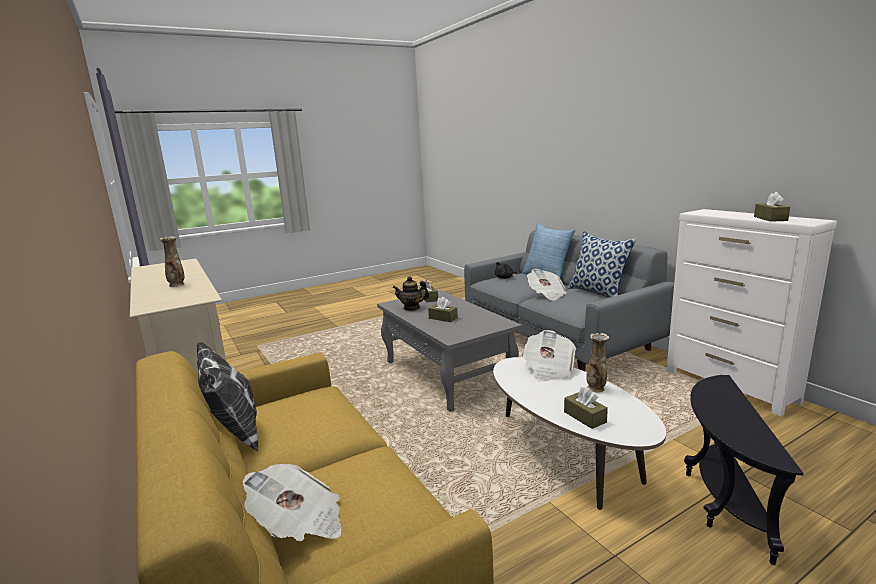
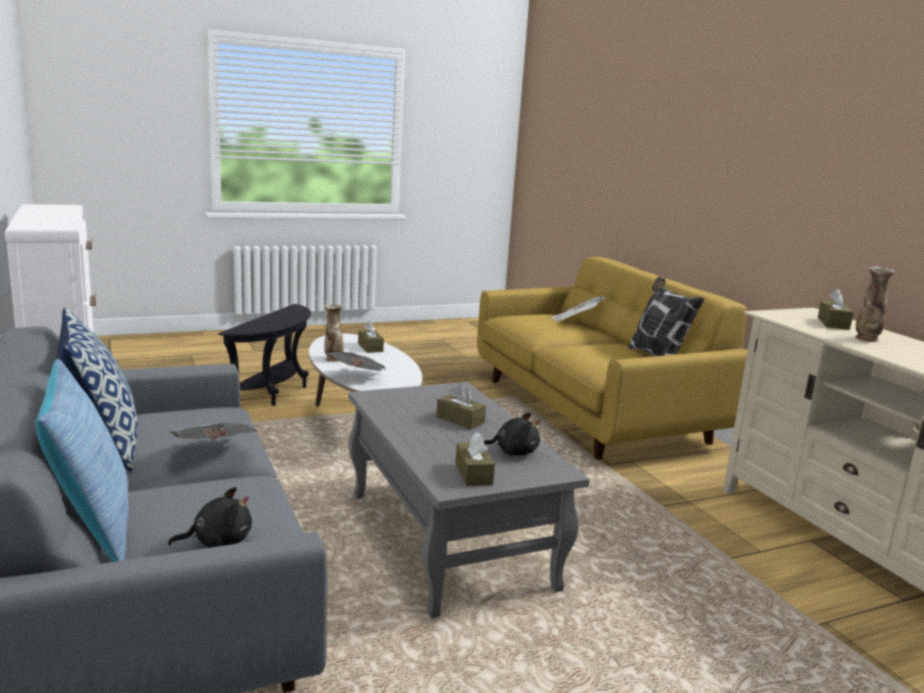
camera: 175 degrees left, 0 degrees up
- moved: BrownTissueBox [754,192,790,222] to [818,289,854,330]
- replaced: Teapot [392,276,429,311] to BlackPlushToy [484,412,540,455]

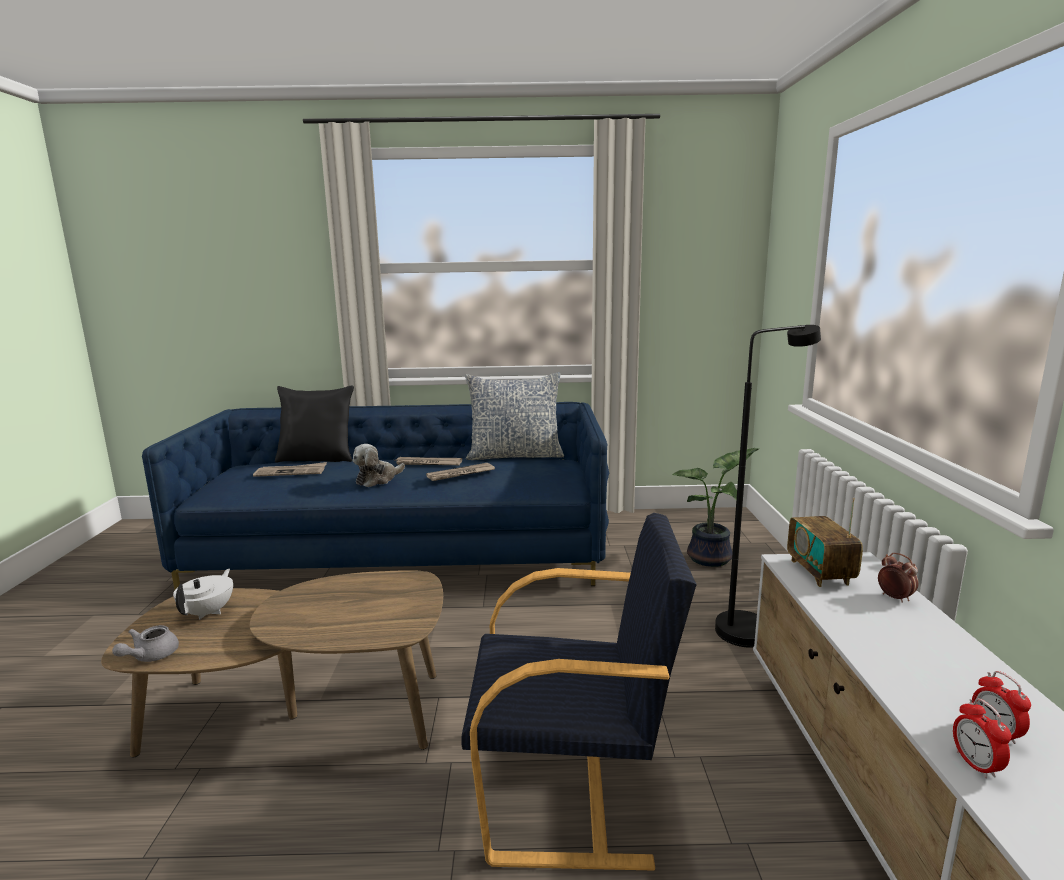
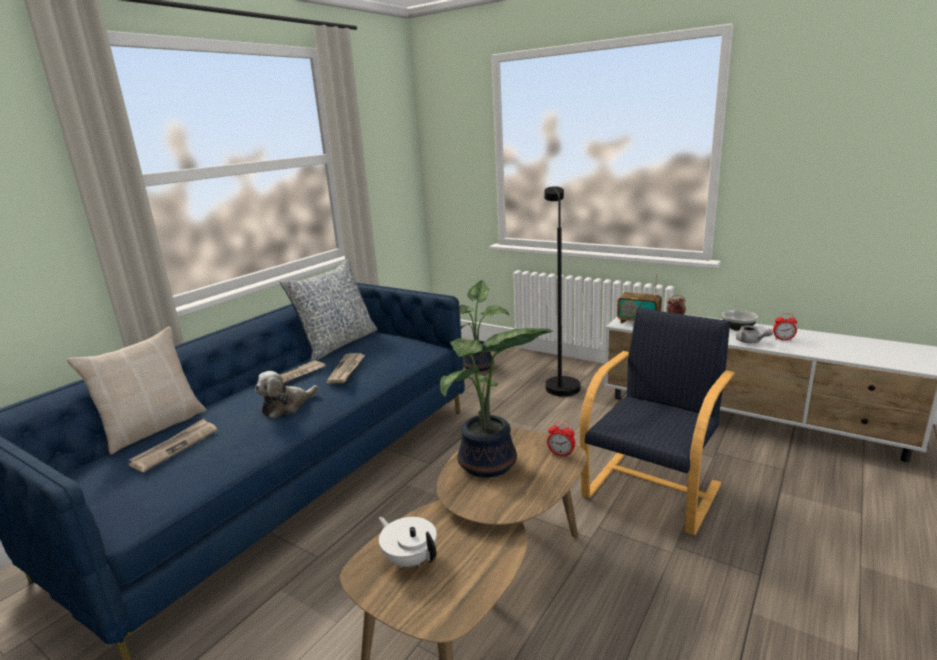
camera: 55 degrees left, 5 degrees up
- added: PottedPlant [440,328,553,478]
- added: Bowl [722,310,758,331]
- moved: GreyTeapot [112,625,179,662] to [736,325,773,343]
- moved: AlarmClock [953,698,1011,779] to [547,422,575,457]
- recoloured: BlackPillow [275,385,354,463] to BeigePillow [67,327,206,454]
- turned: PlushToy [353,444,405,487] = [255,371,318,419] 60 degrees clockwise

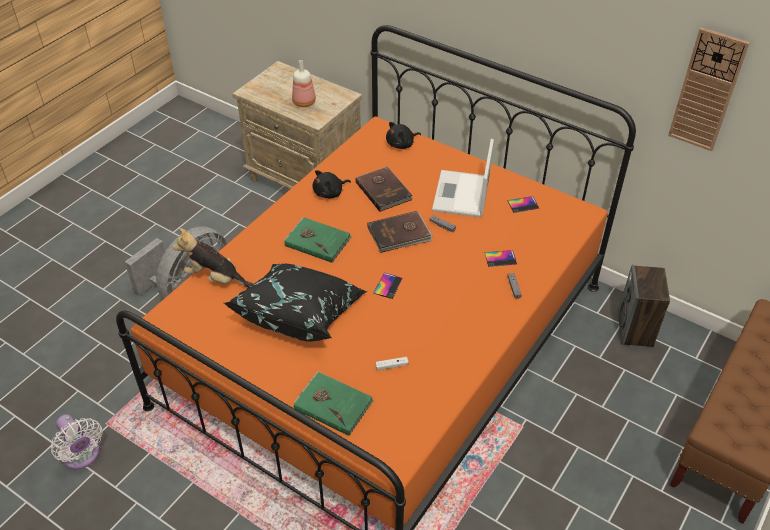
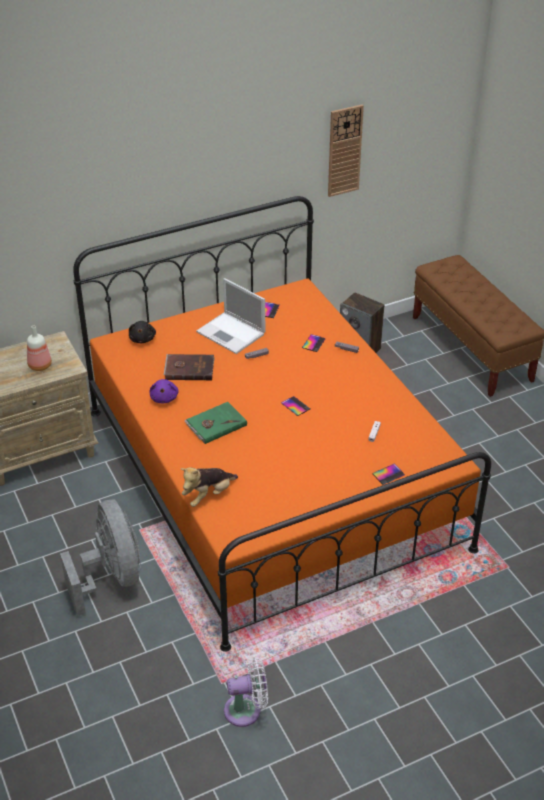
camera: 60 degrees left, 5 degrees down
- removed: BlackPillow [224,263,367,342]
- removed: BrownBook [367,211,433,253]
- replaced: GreenBook [294,371,374,436] to Phone [372,463,405,485]
- recoloured: BlackPlushToy [313,170,351,198] to PurplePlushToy [149,379,179,403]

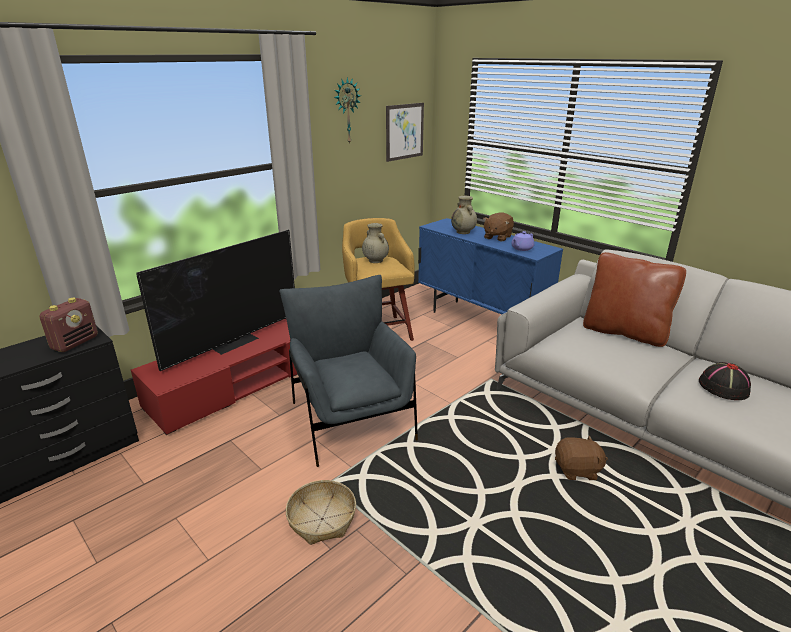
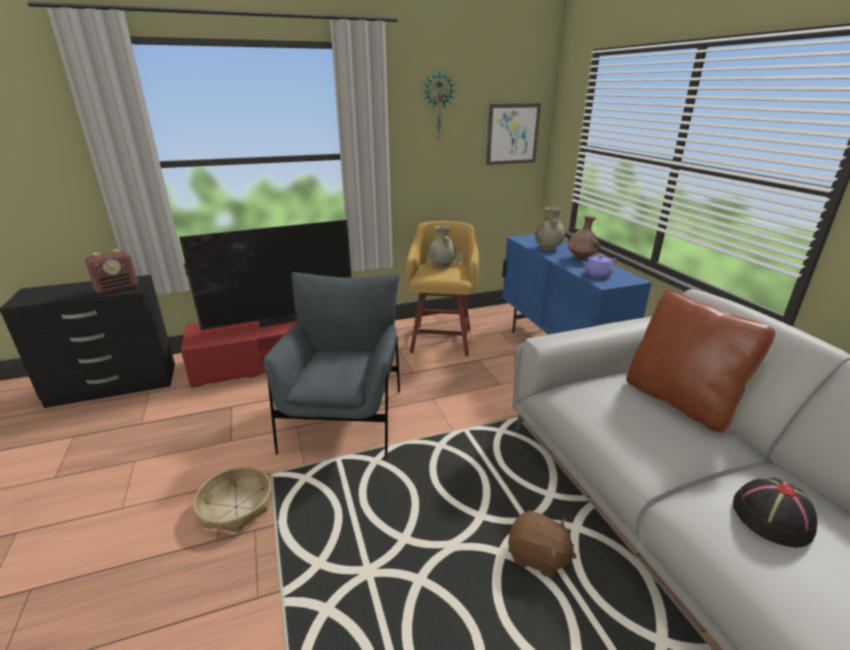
camera: 25 degrees right, 0 degrees up
- replaced: BrownPlushToy [483,212,514,241] to BrownVase [568,216,600,260]

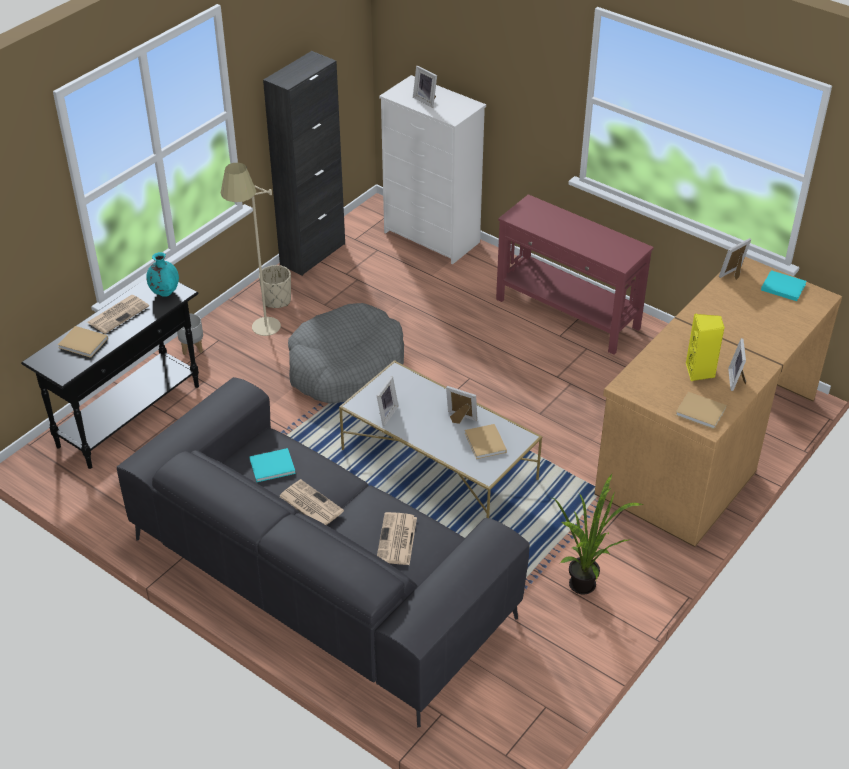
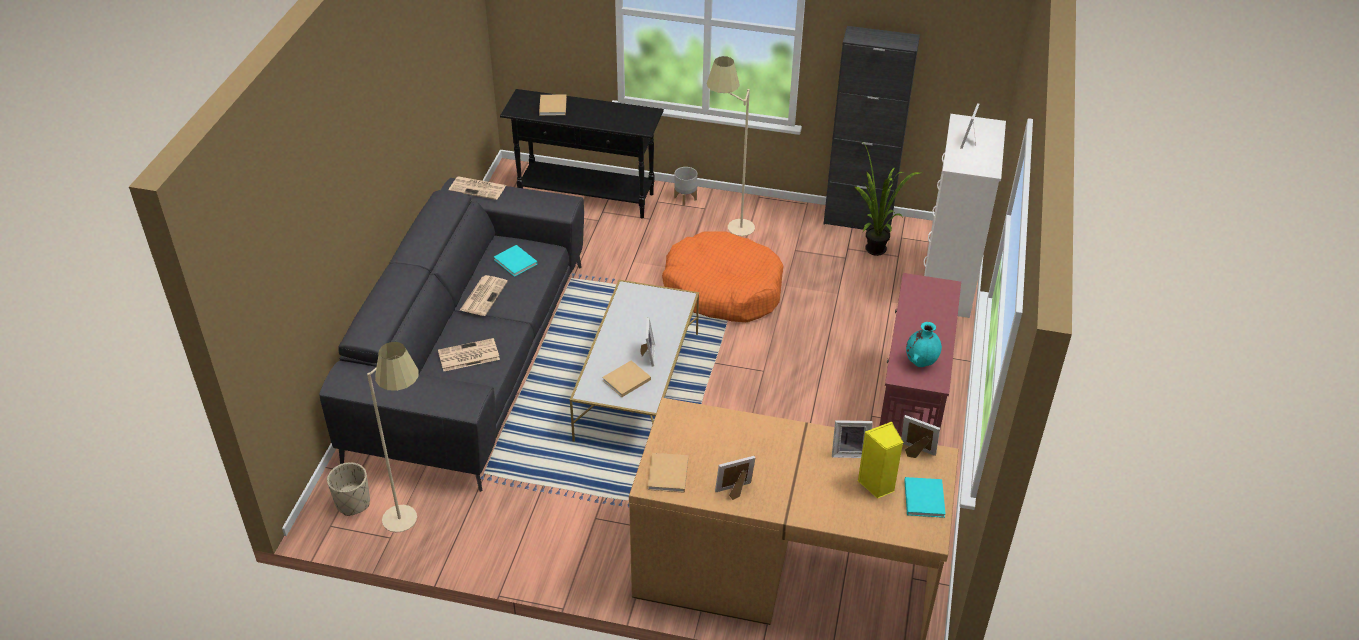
camera: 65 degrees right, 0 degrees up
- added: BeigeFloorLamp [367,342,419,532]
- moved: Newspaper [87,295,149,334] to [449,176,506,200]
- moved: TurquoiseVase [146,252,179,297] to [906,322,942,367]
- moved: BeigePlanter [259,265,291,308] to [327,462,370,516]
- moved: PictureFrame [377,376,399,426] to [832,420,873,458]
- moved: PottedPlant [553,474,644,595] to [855,144,922,256]
- moved: YellowSpeaker [686,313,725,381] to [857,422,904,499]
- recoloured: GreyDogBed [288,303,404,403] to OrangeDogBed [662,231,784,322]

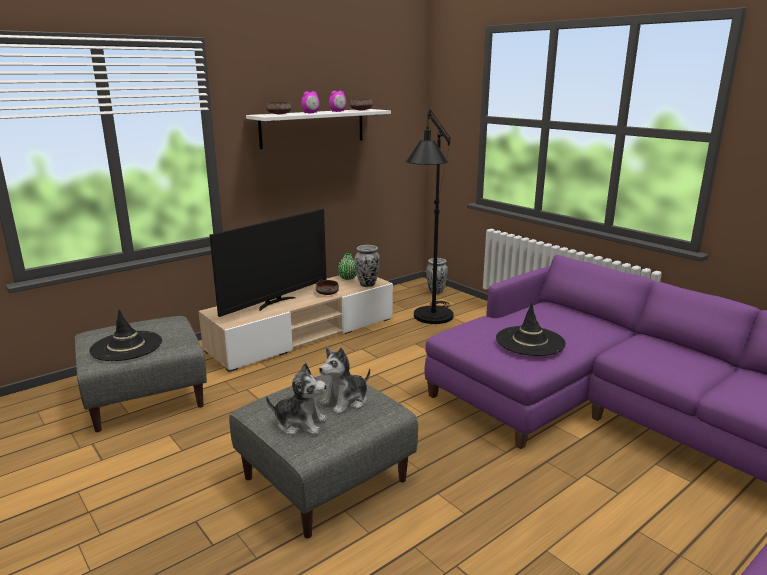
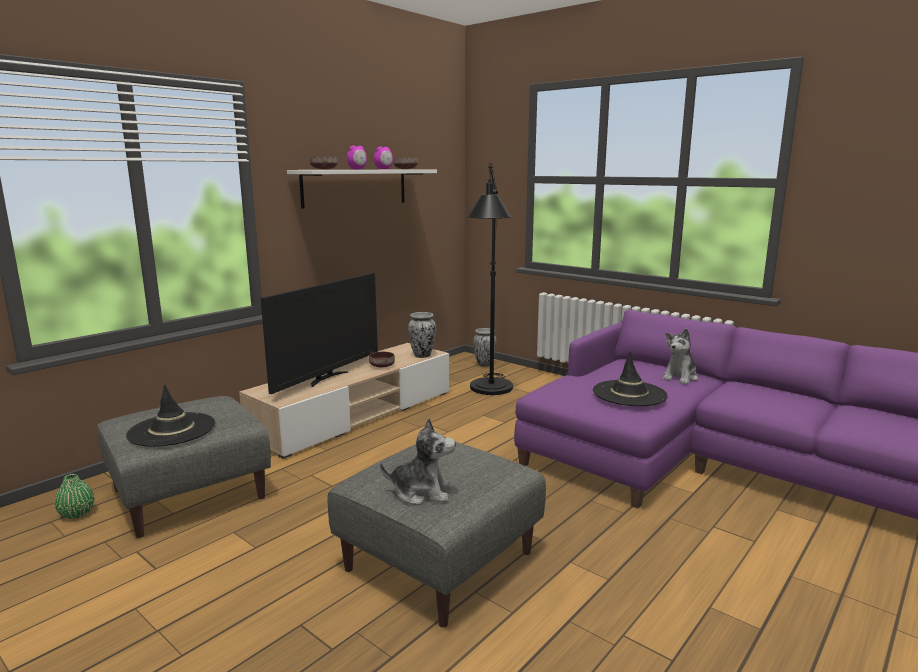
camera: 10 degrees left, 5 degrees down
- moved: PlushToy [319,347,370,415] to [663,329,698,384]
- moved: GreenVase [338,253,357,280] to [55,474,94,519]

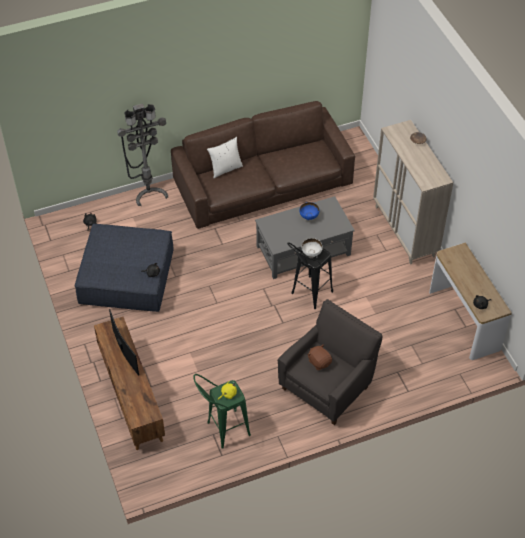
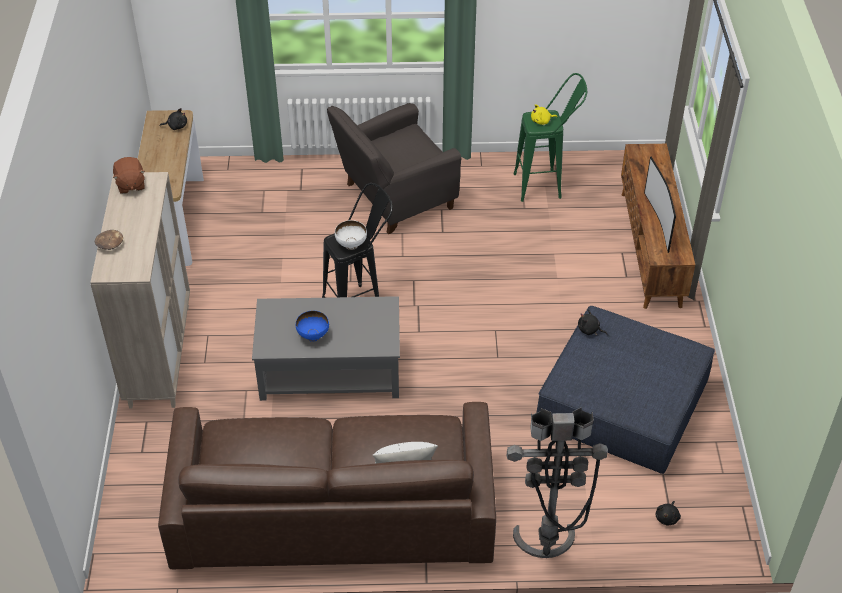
camera: 160 degrees left, 5 degrees down
- moved: BrownPlushToy [308,344,332,370] to [113,157,145,194]

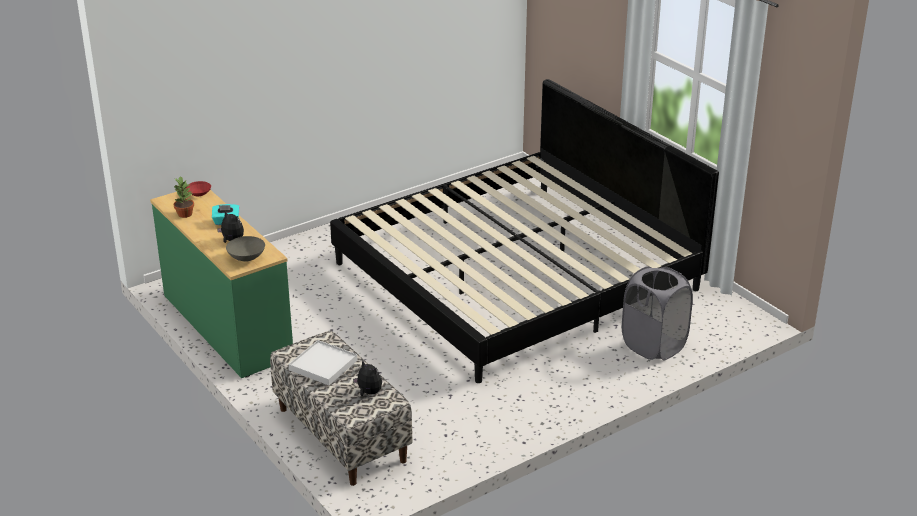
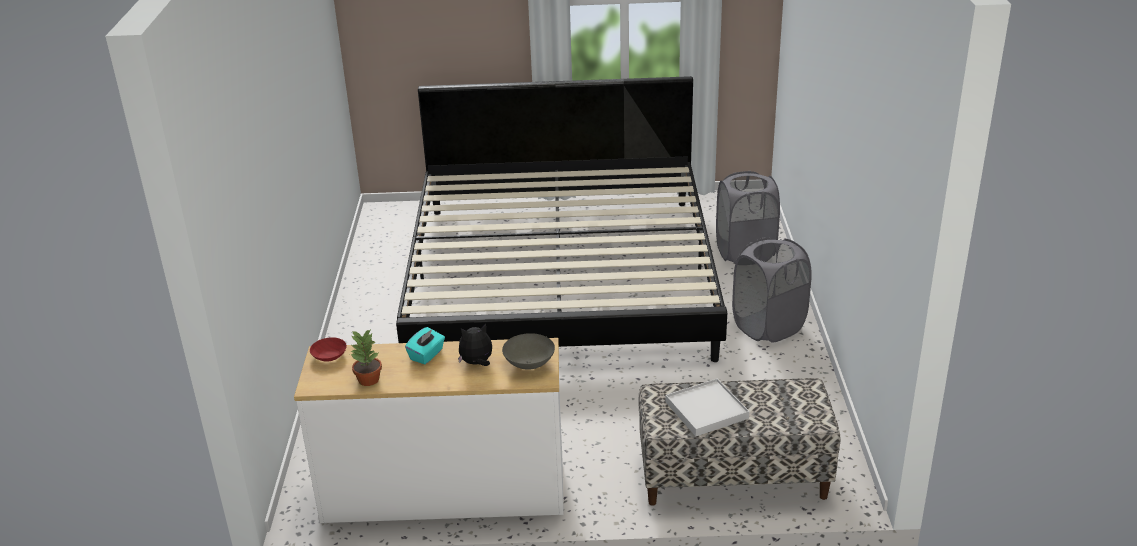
camera: 55 degrees left, 0 degrees up
- removed: PlushToy [353,360,382,396]
- added: GreyLaundryBasket [732,237,812,343]
- recoloured: GreenDresser [150,190,293,378] to WhiteDresser [294,338,564,523]

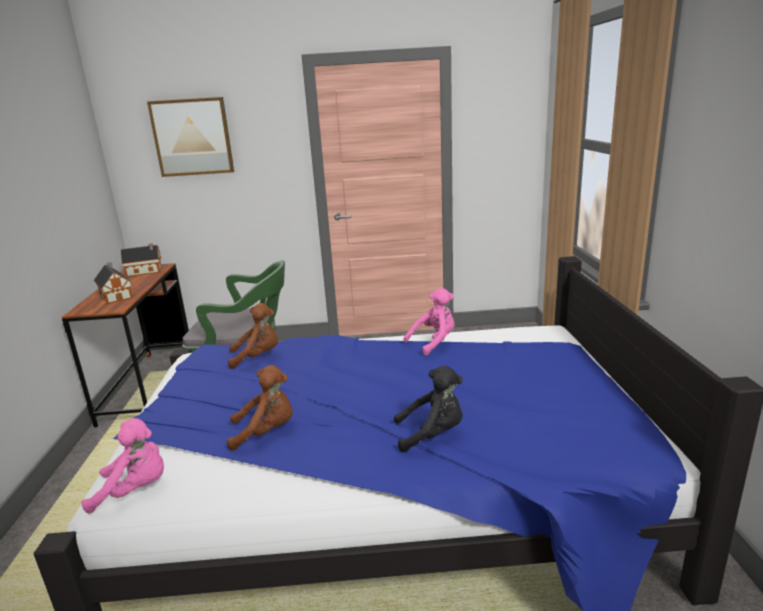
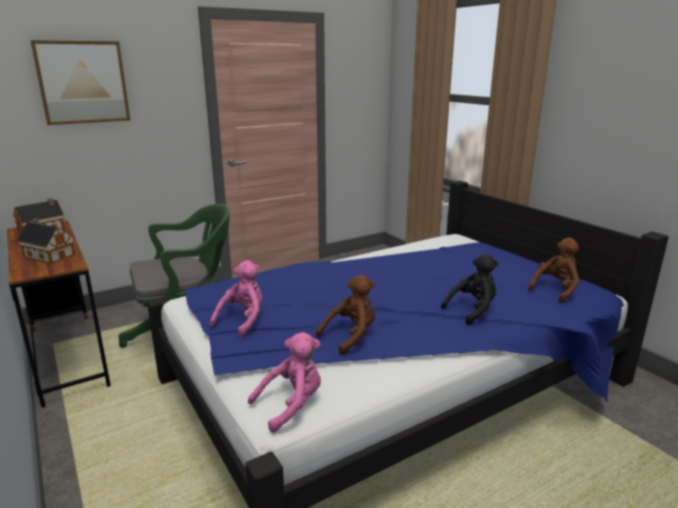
camera: 30 degrees left, 0 degrees up
- moved: BrownPlushToy [228,303,278,369] to [528,237,579,303]
- moved: PinkPlushToy [404,288,455,356] to [210,260,263,337]

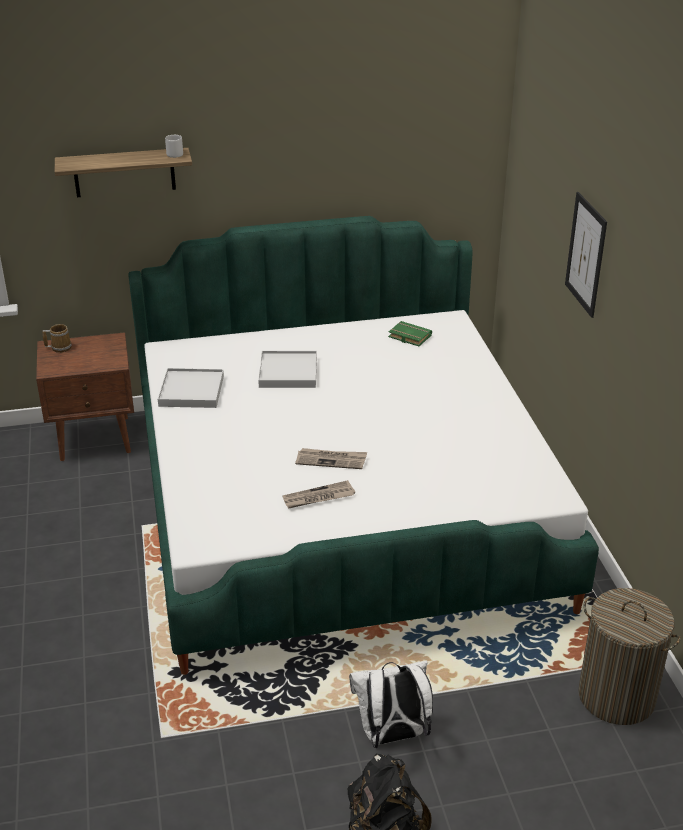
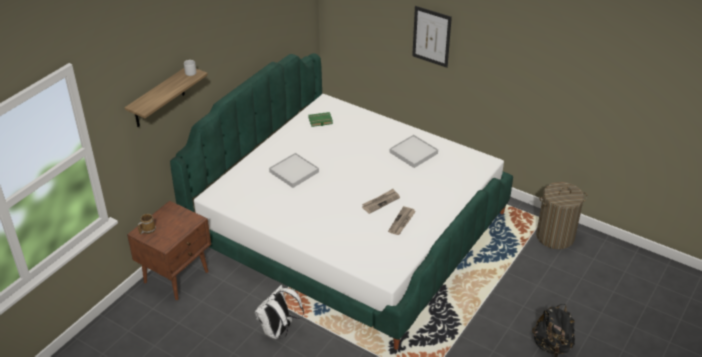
camera: 45 degrees left, 5 degrees up
- moved: WhiteTray [158,368,224,408] to [390,134,438,168]
- moved: WhiteBackpack [349,660,433,748] to [255,285,304,339]

